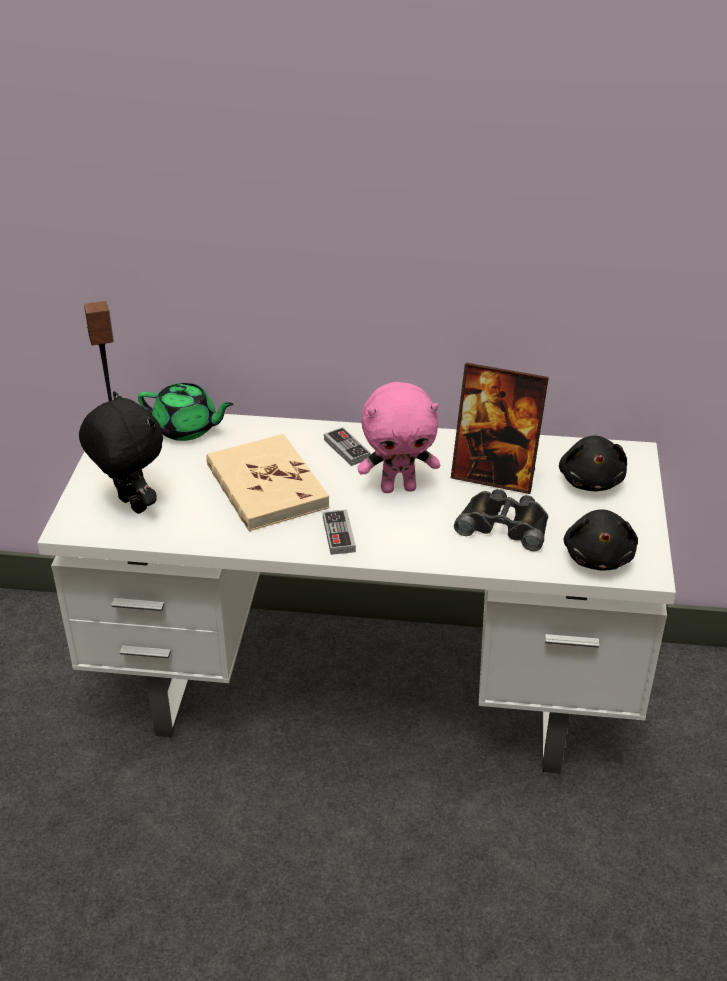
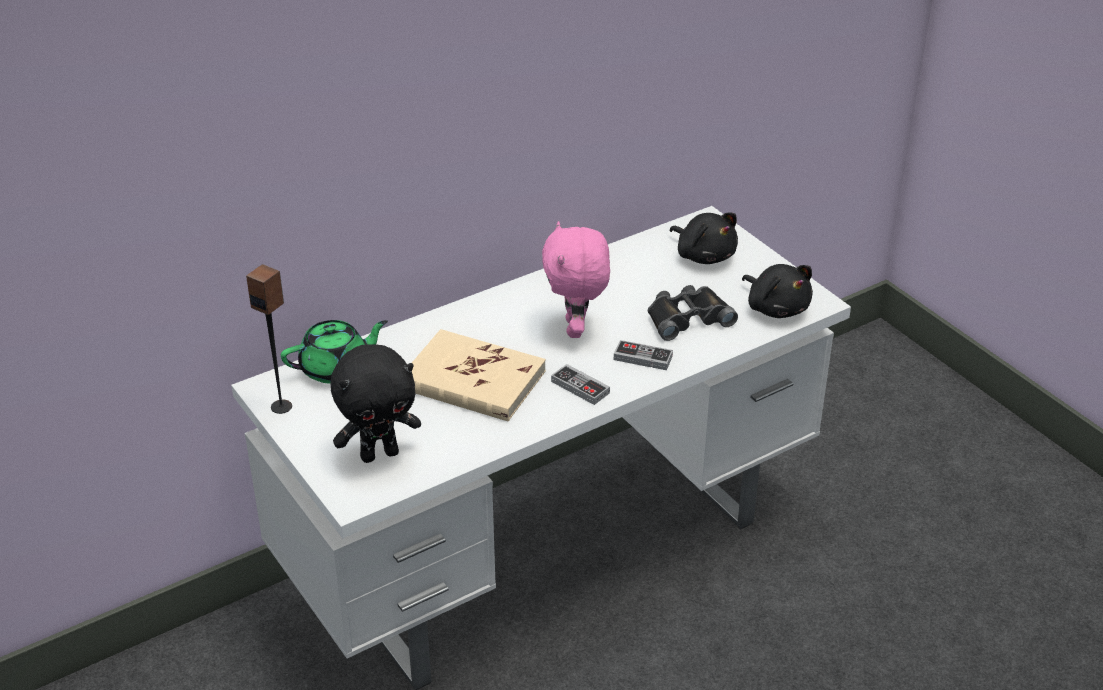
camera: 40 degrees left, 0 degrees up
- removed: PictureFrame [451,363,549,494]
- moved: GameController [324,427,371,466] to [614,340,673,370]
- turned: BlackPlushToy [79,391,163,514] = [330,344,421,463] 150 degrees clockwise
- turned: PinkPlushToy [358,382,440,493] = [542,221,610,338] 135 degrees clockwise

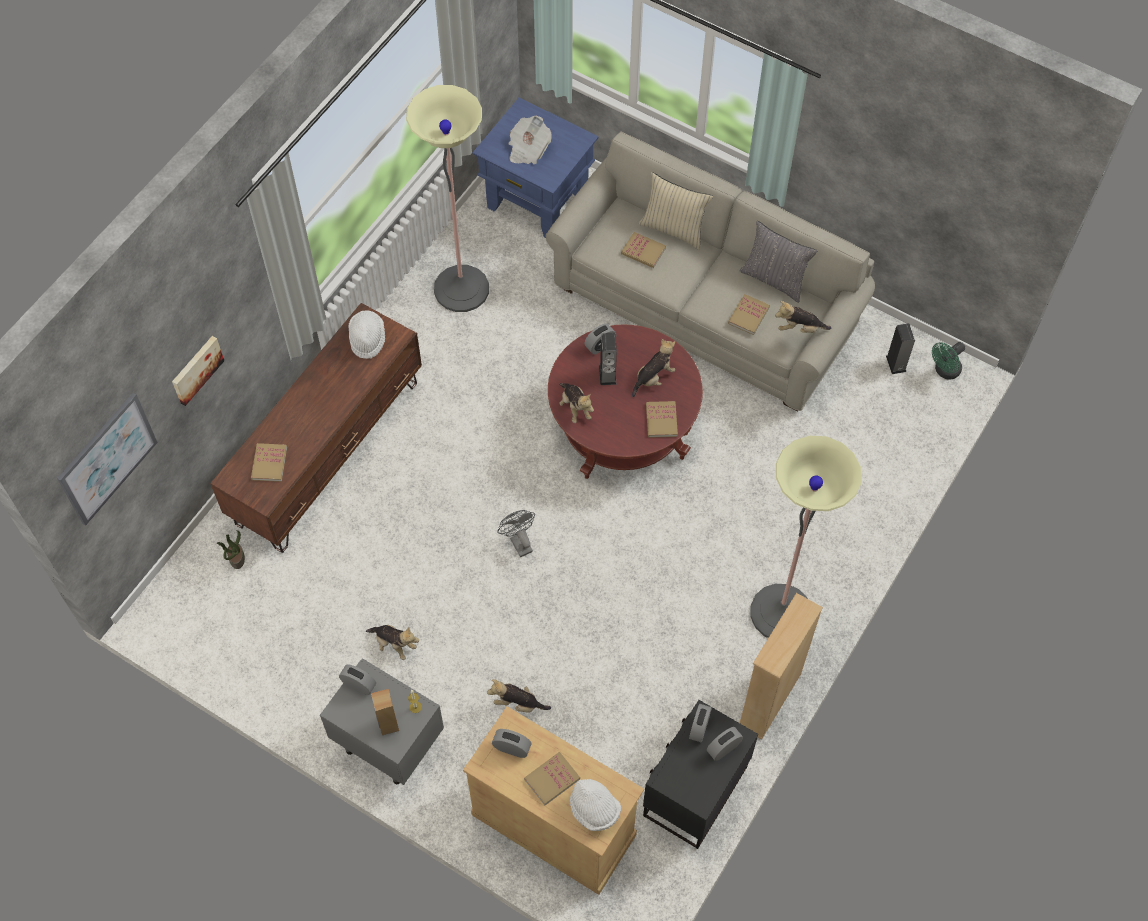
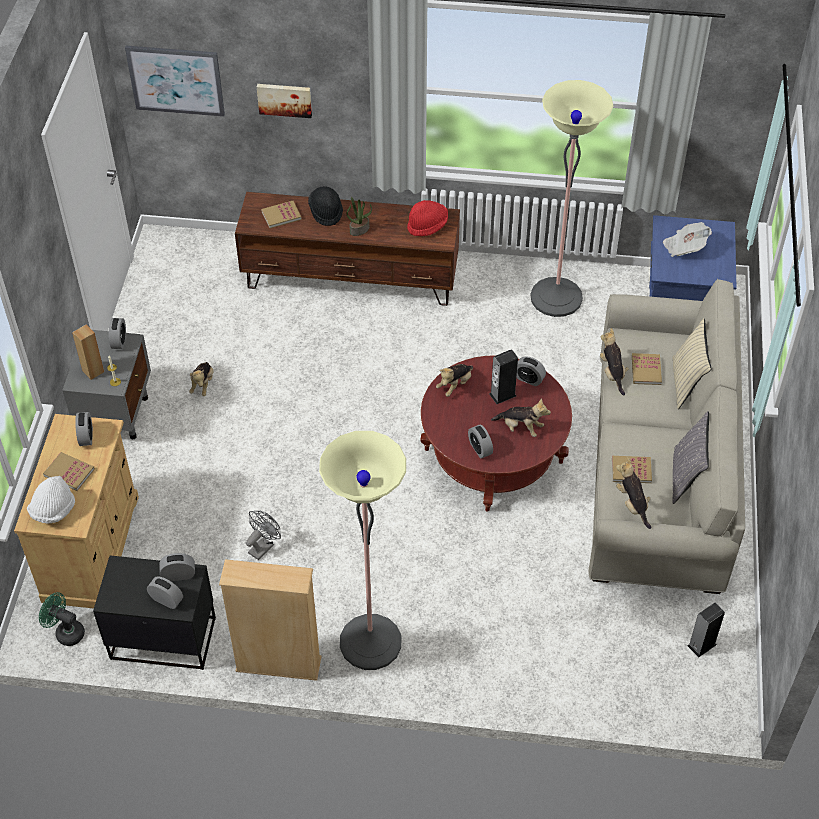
camera: 65 degrees right, 10 degrees down
- added: BlackHat [308,186,343,226]
- moved: PottedPlant [217,530,245,569] to [347,197,372,236]
- moved: PlushToy [487,679,551,713] to [600,328,629,396]
- moved: GreyFan [497,510,535,557] to [246,511,281,560]
- moved: GreenFan [932,342,965,380] to [39,592,85,646]
- replaced: Book [646,401,678,438] to AlarmClock [468,425,493,458]
- recoloured: WhiteHat [348,310,385,359] to RedHat [407,200,448,236]

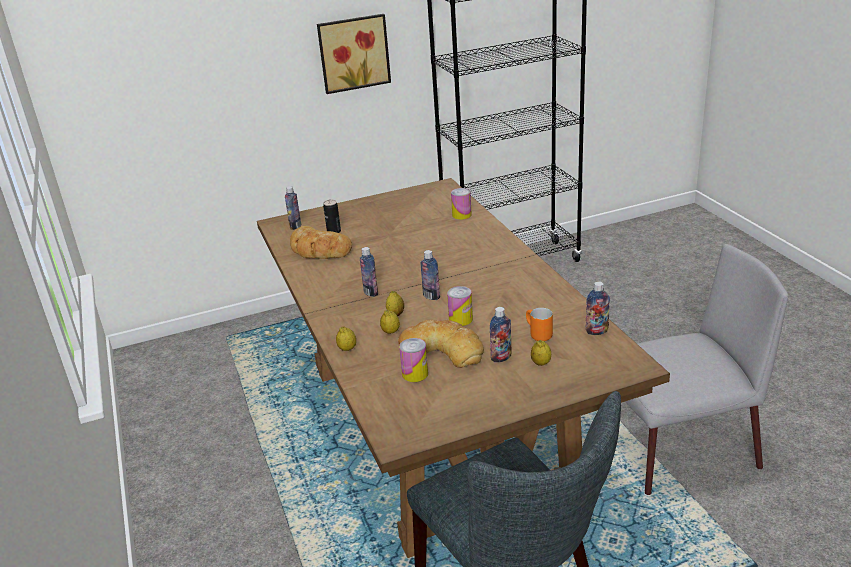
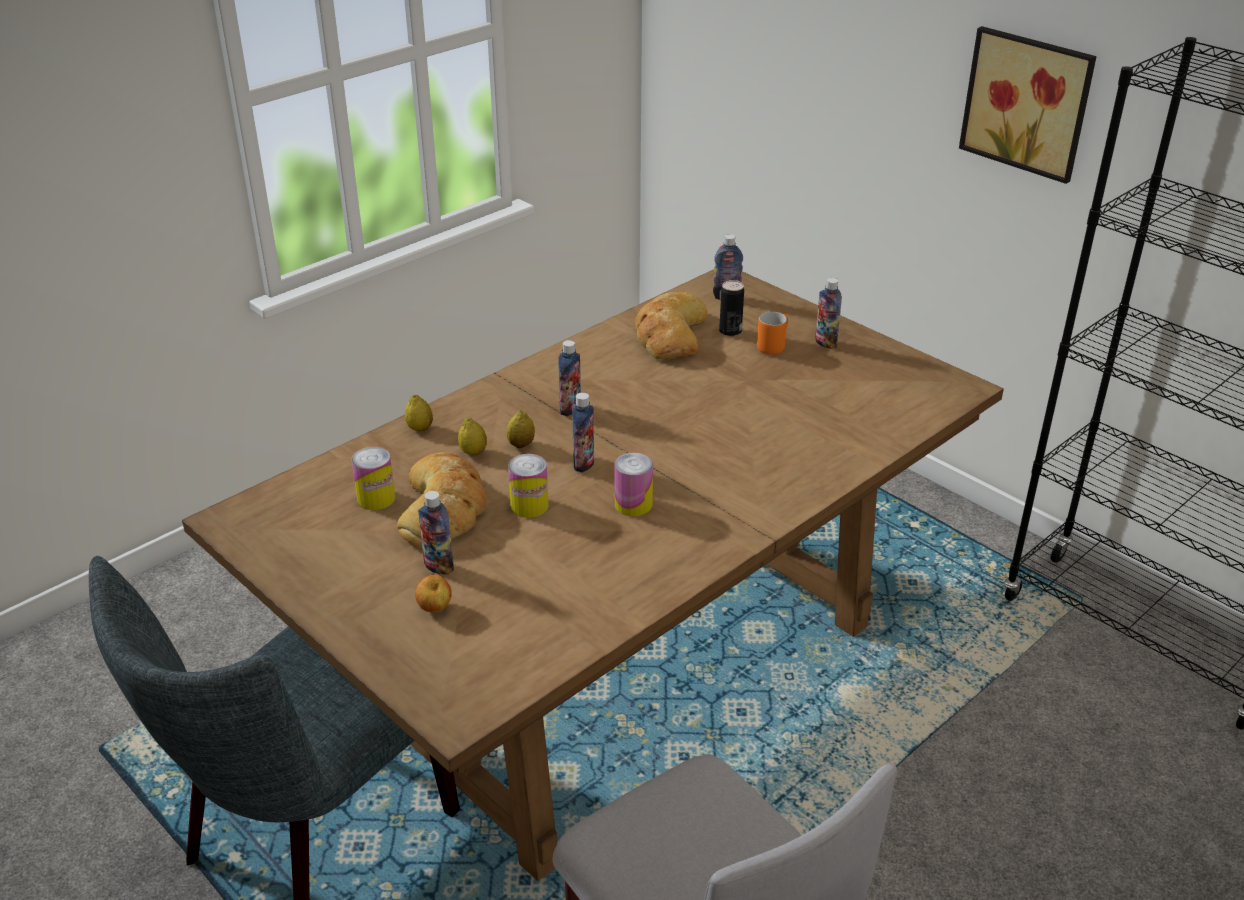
camera: 65 degrees right, 5 degrees up
- moved: Can [451,188,472,220] to [615,453,653,516]
- moved: OrangeMug [526,308,553,341] to [757,312,788,355]
- moved: Bottle [585,281,610,335] to [815,278,842,349]
- replaced: Lemon [531,340,551,366] to Apple [415,574,452,613]

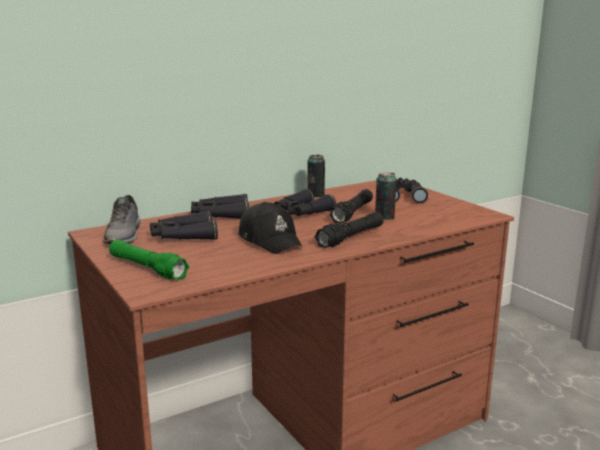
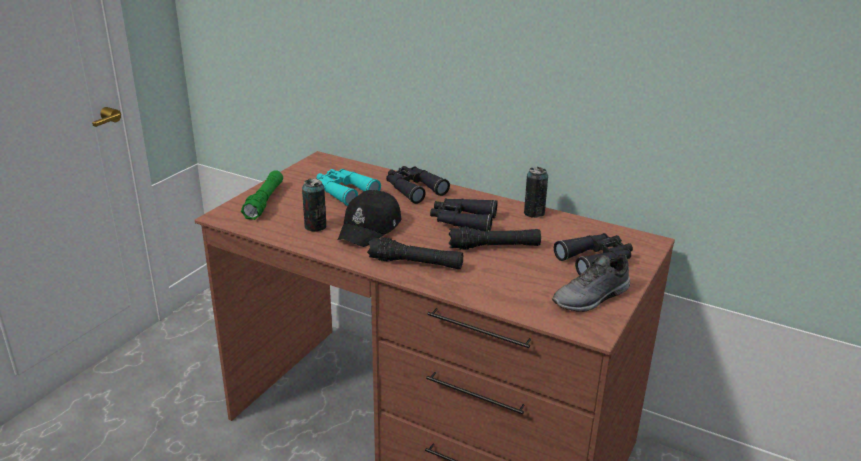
camera: 60 degrees right, 10 degrees up
- moved: GreyShoe [103,195,141,244] to [552,254,630,312]
- moved: Can [375,172,397,220] to [302,178,326,232]
- recoloured: BlackBinoculars [150,211,218,240] to TurquoiseBinoculars [317,169,381,206]

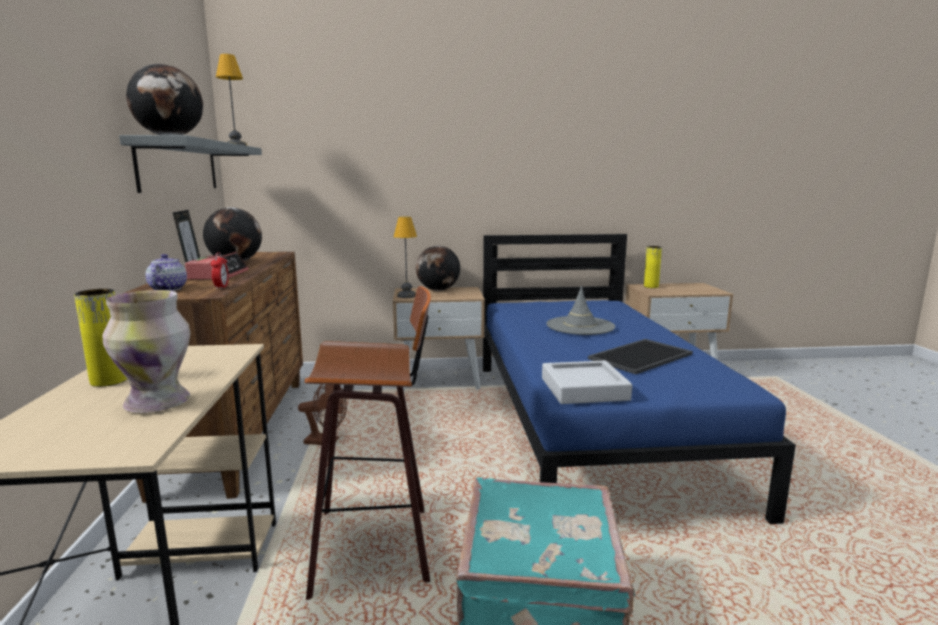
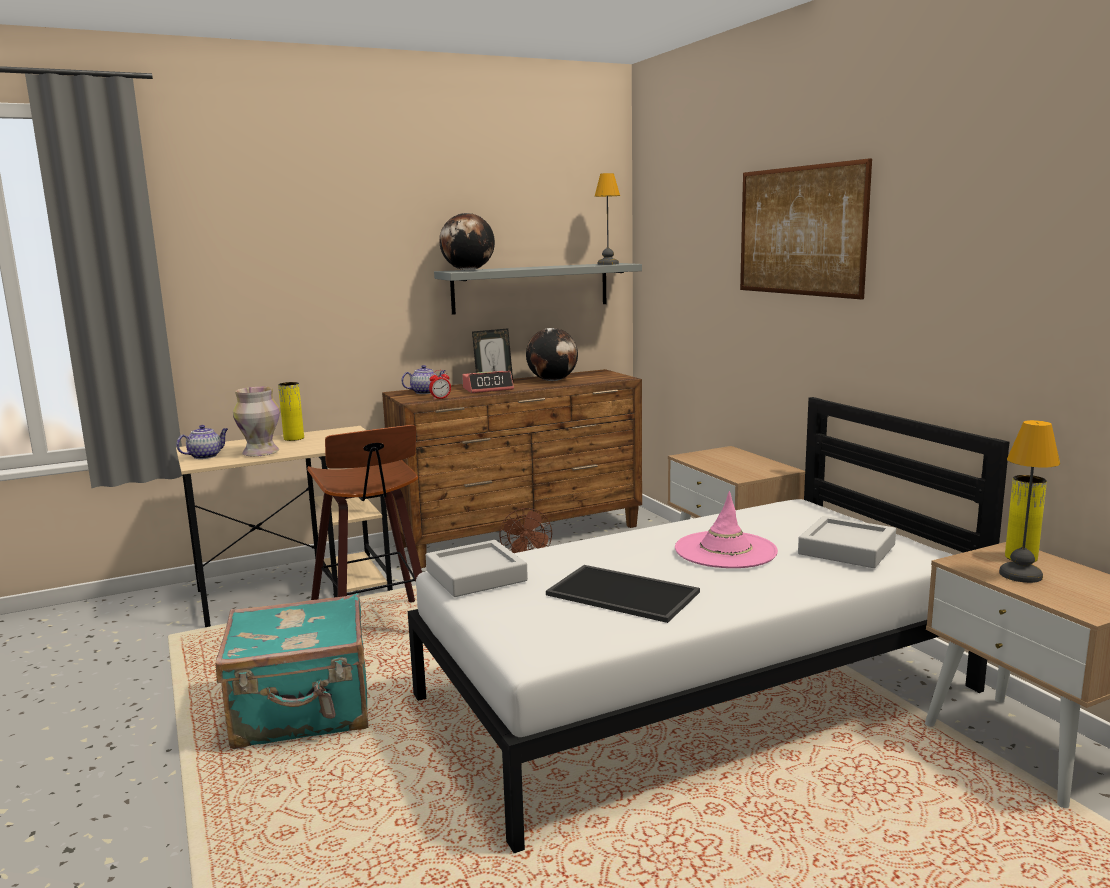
camera: 70 degrees right, 0 degrees up
- removed: Globe [416,246,460,291]
- added: Teapot [176,425,228,459]
- added: Picture [740,158,872,300]
- added: GreyTray [798,516,896,568]
- moved: TableLamp [394,216,417,298] to [999,420,1060,583]
- recoloured: BlueBed [483,234,796,524] to WhiteBed [408,397,1009,853]
- recoloured: GreyHat [547,285,615,335] to PinkHat [675,491,778,568]

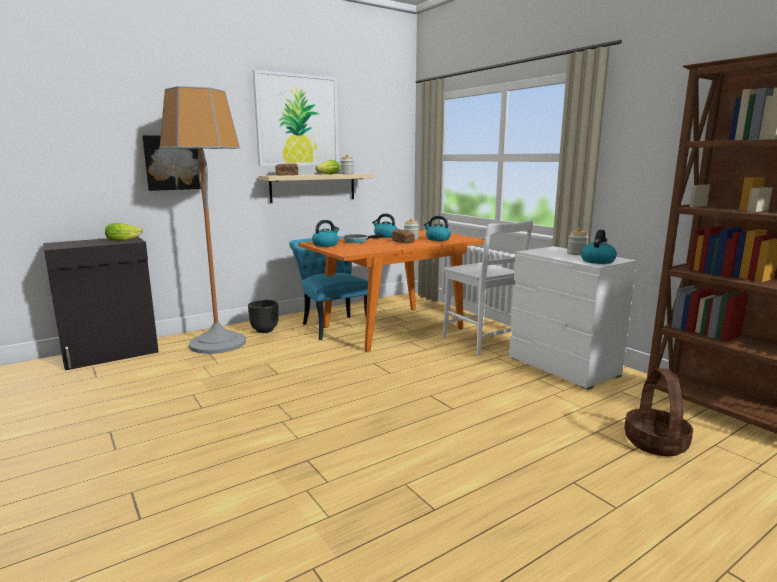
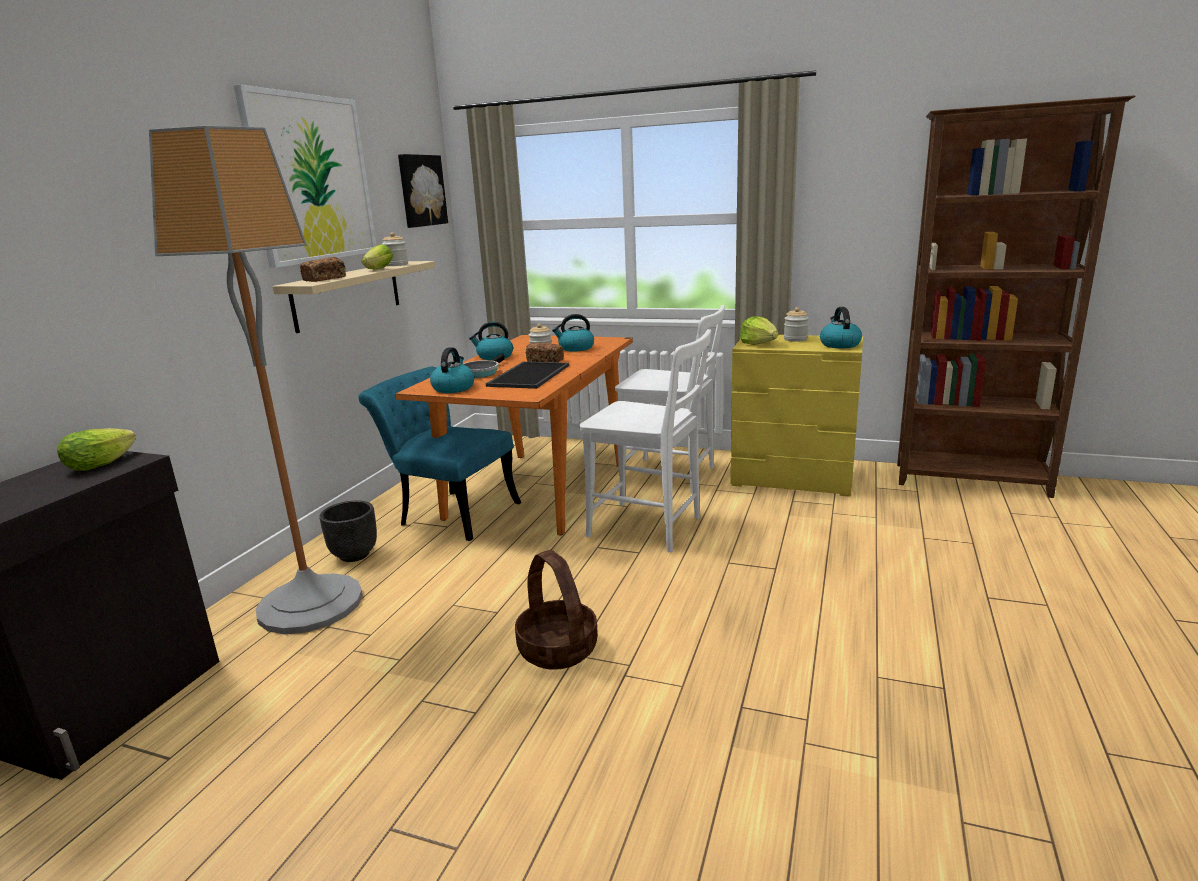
camera: 35 degrees left, 5 degrees up
- added: Tray [486,362,569,389]
- added: WhiteChair [579,329,711,552]
- added: Lettuce [740,317,778,345]
- moved: Picture [142,135,201,191] to [398,154,448,228]
- moved: Basket [624,368,693,456] to [515,550,598,670]
- recoloured: WhiteDresser [509,246,637,390] to YellowDresser [730,335,863,497]

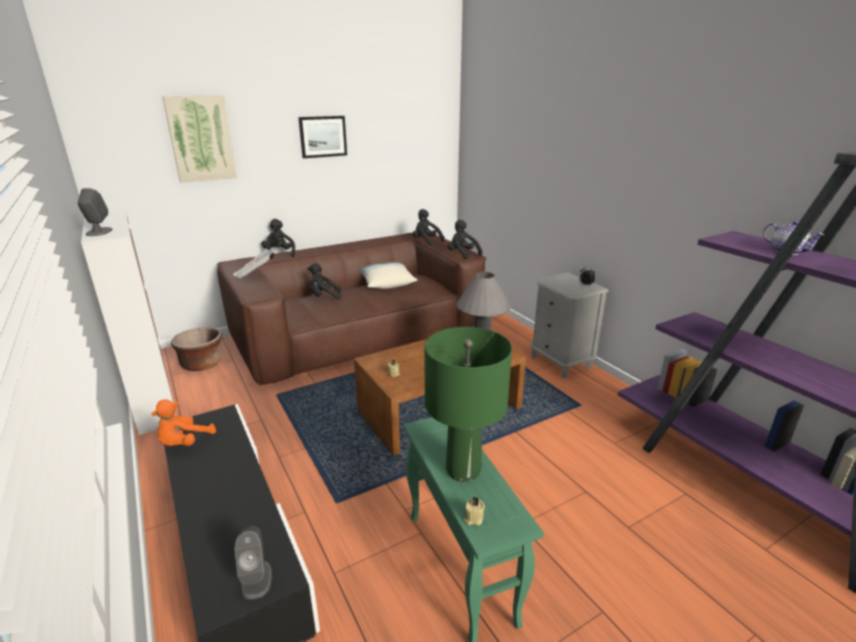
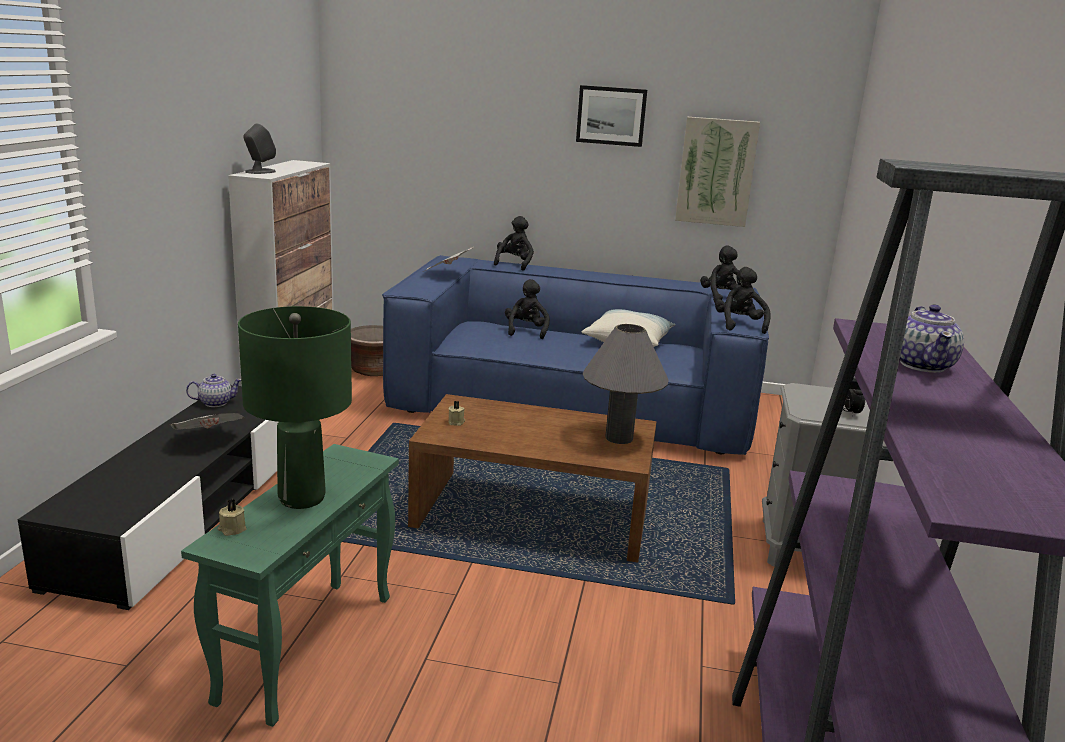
camera: 40 degrees right, 5 degrees down
- removed: GreySpeaker [235,526,272,599]
- added: Newspaper [170,413,244,430]
- moved: Picture [163,96,237,183] to [675,117,760,227]
- replaced: OrangePlushToy [151,399,216,446] to Teapot [186,374,241,407]
- recoloured: BrownSofa [217,232,487,386] to BlueSofa [382,255,769,455]
- turned: BlackPlushToy [307,263,342,300] = [505,279,550,339] 60 degrees clockwise

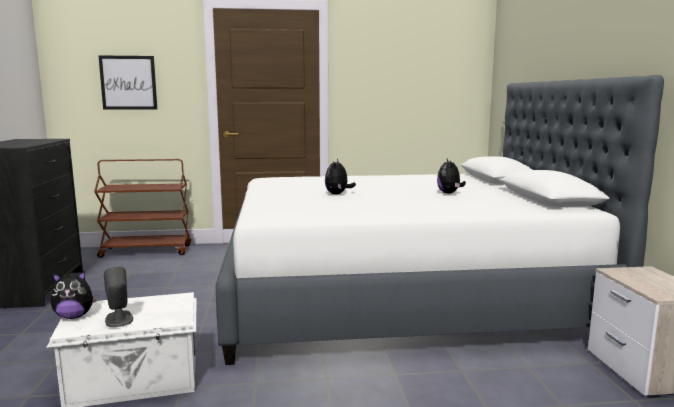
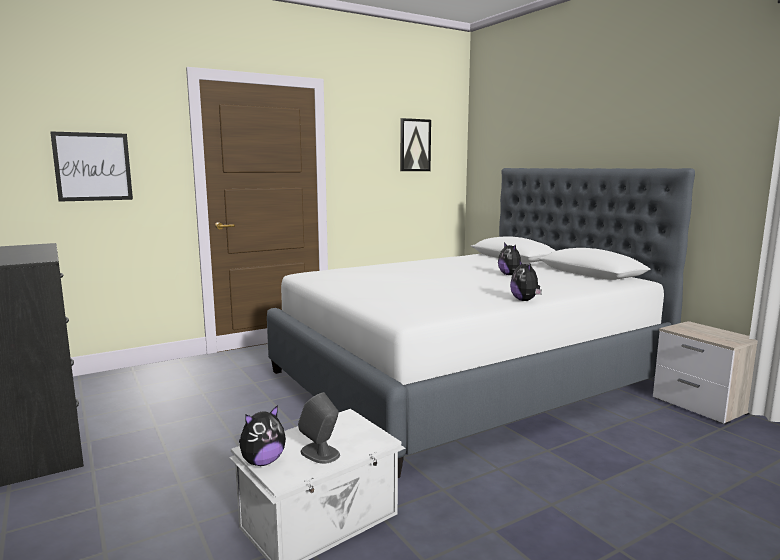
camera: 25 degrees left, 0 degrees up
- removed: BrownCart [94,159,191,258]
- added: Picture [400,118,431,171]
- moved: PlushToy [325,159,356,194] to [510,260,542,301]

